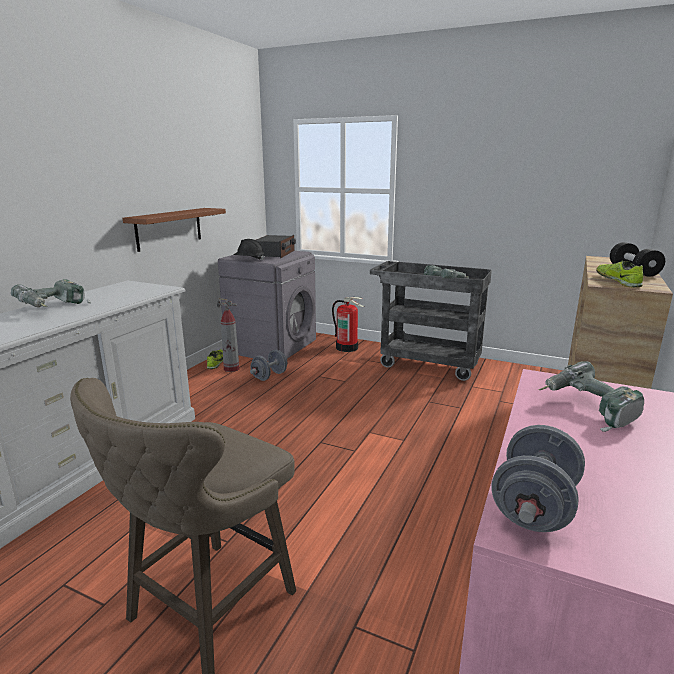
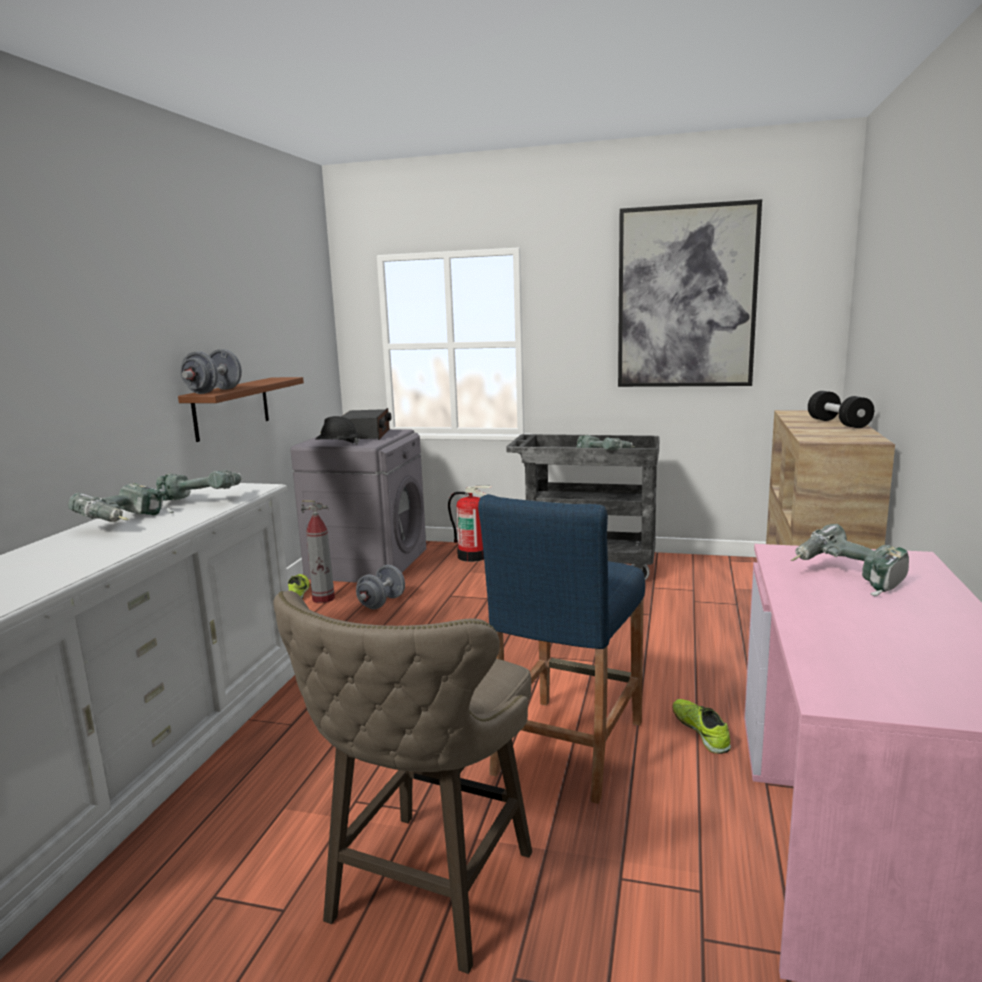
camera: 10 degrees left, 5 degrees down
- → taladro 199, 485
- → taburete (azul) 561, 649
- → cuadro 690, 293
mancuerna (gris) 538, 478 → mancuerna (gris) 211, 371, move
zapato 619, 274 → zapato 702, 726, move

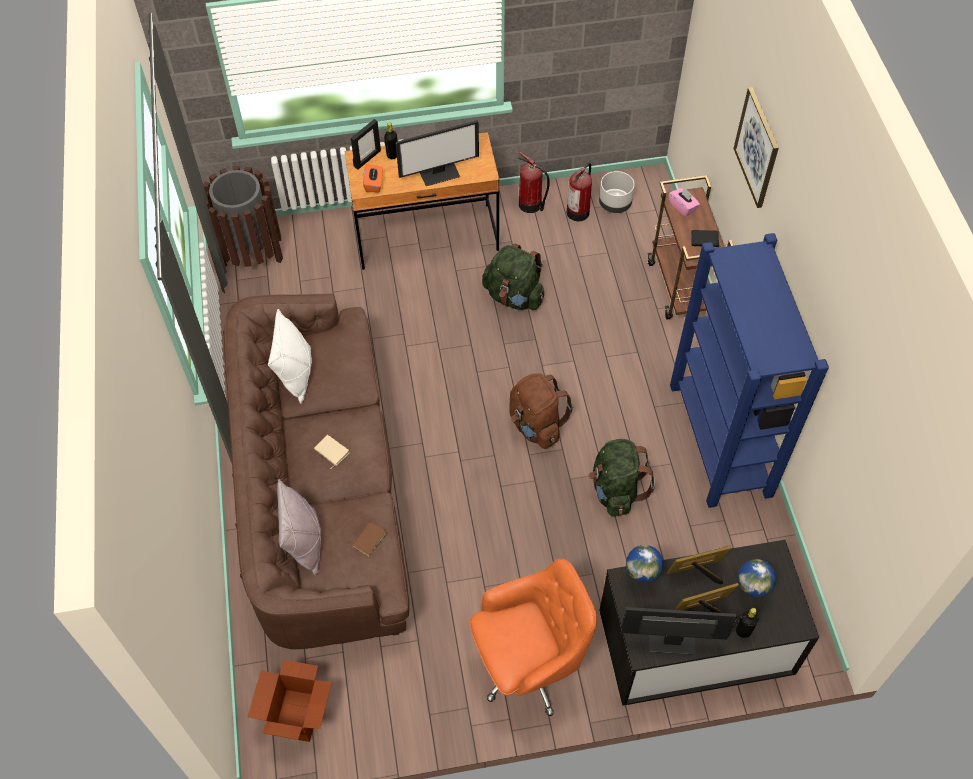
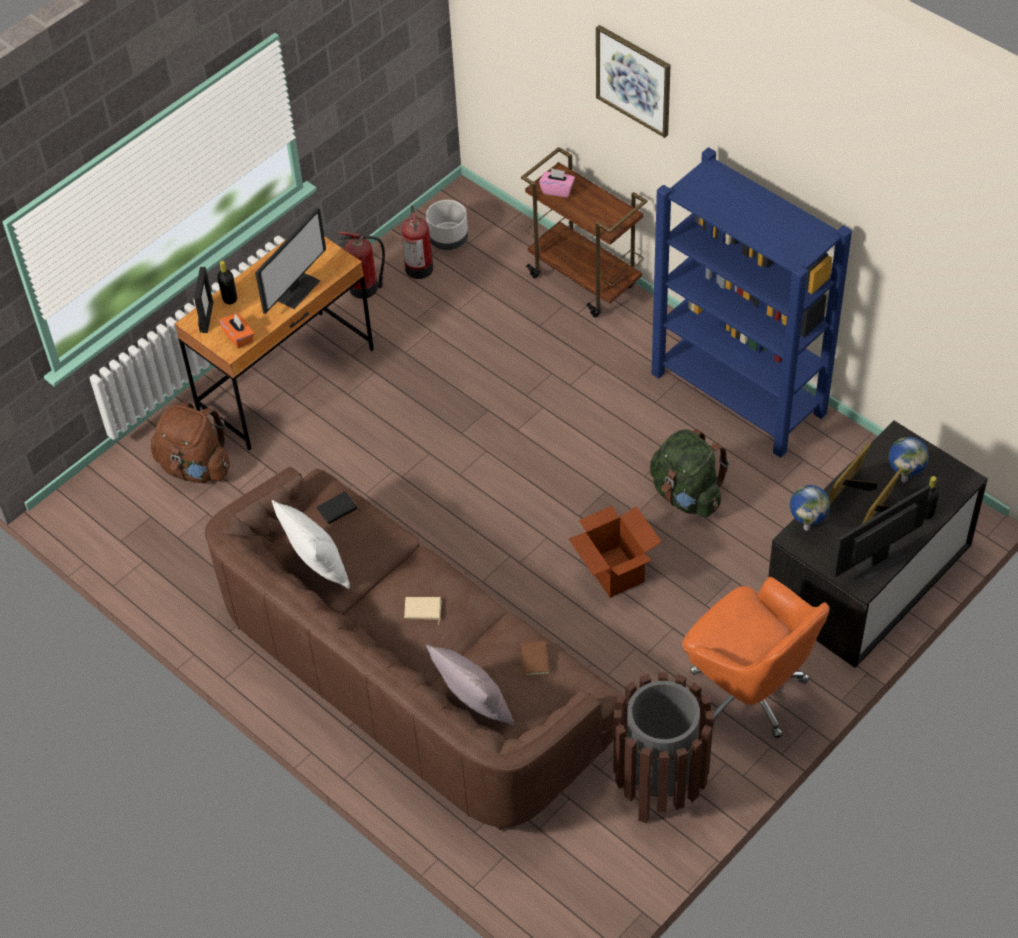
camera: 35 degrees left, 5 degrees down
mochila (verde) 513, 277 → -
papelera (marrón) 243, 216 → papelera (marrón) 663, 748, move
caja de cartón 290, 701 → caja de cartón 614, 552, move
mochila (marrón) 541, 411 → mochila (marrón) 190, 442, move
libro (negro) 706, 239 → libro (negro) 338, 507, move
silla de oficina (naranja) 533, 637 → silla de oficina (naranja) 756, 657, 105 degrees clockwise

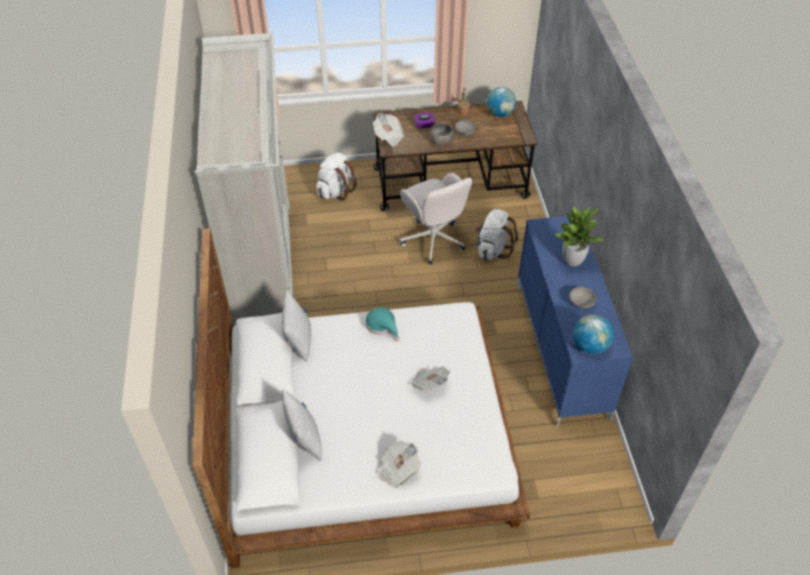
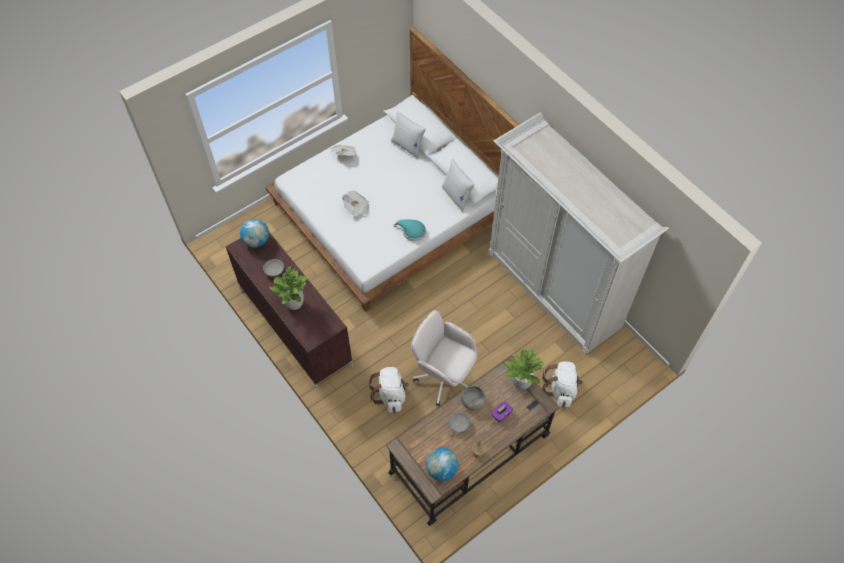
camera: 150 degrees right, 10 degrees up
periódico 389, 130 → planta en maceta 525, 369
cómoda (azul) 575, 321 → cómoda (marrón) 289, 311

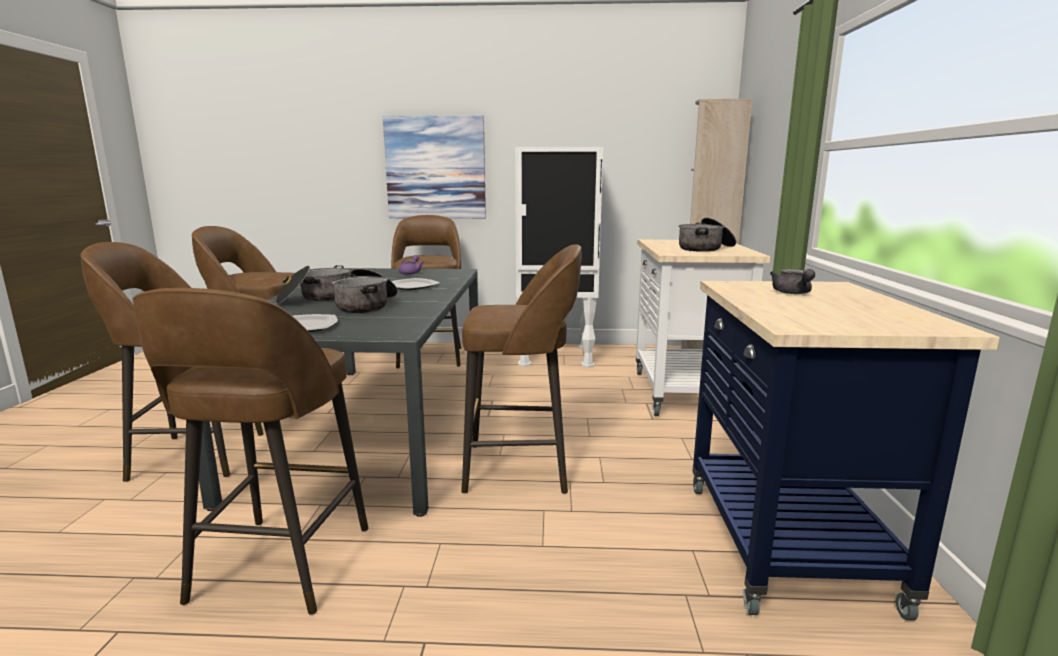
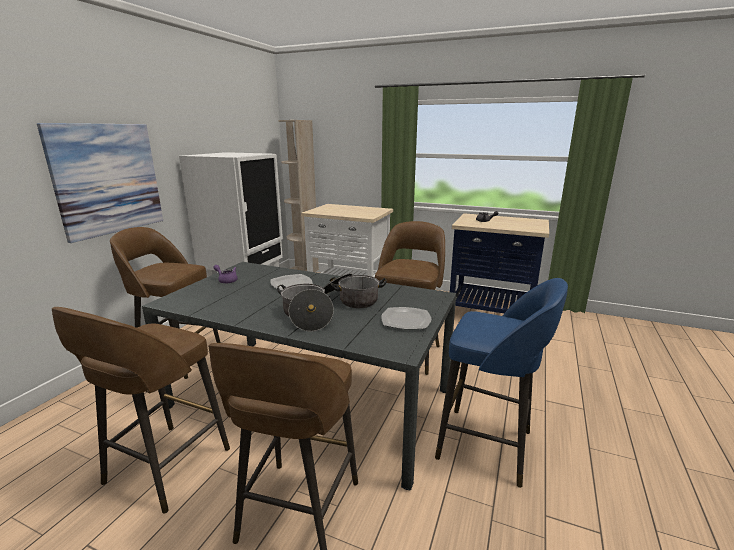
camera: 70 degrees left, 5 degrees up
olla 707, 235 → -
taburete (marrón) 250, 451 → taburete (azul) 501, 383

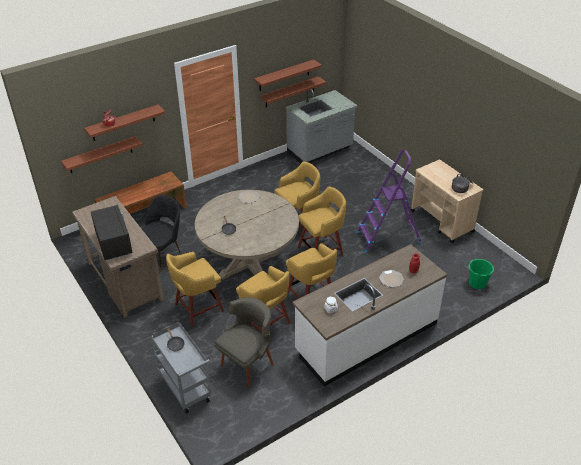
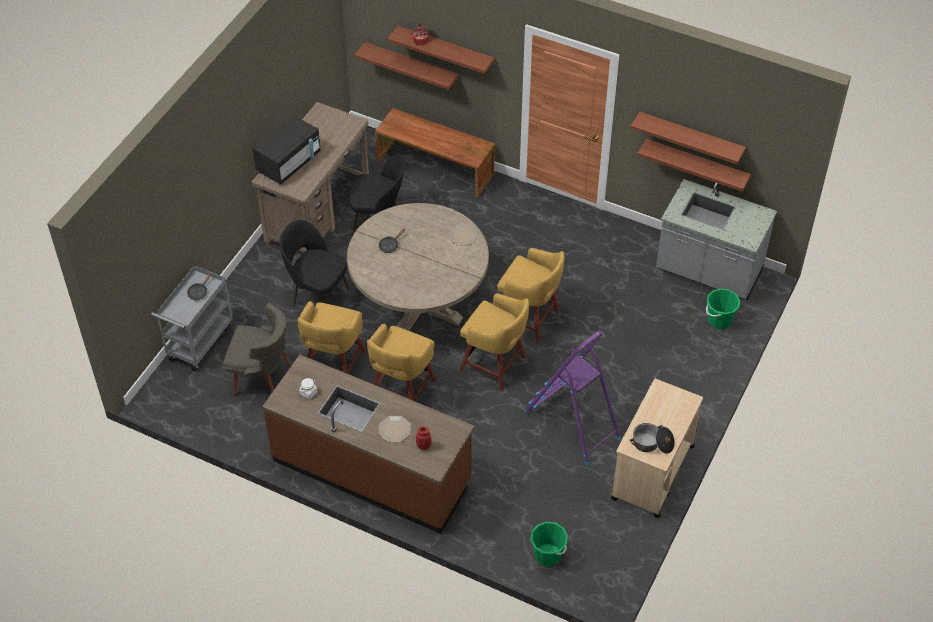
camera: 60 degrees right, 10 degrees up
- → cubo (verde) 723, 308
taburete (amarillo) 195, 289 → silla (negro) 314, 262
mueble bajo de cocina (blanco) 369, 315 → mueble bajo de cocina (marrón) 368, 444

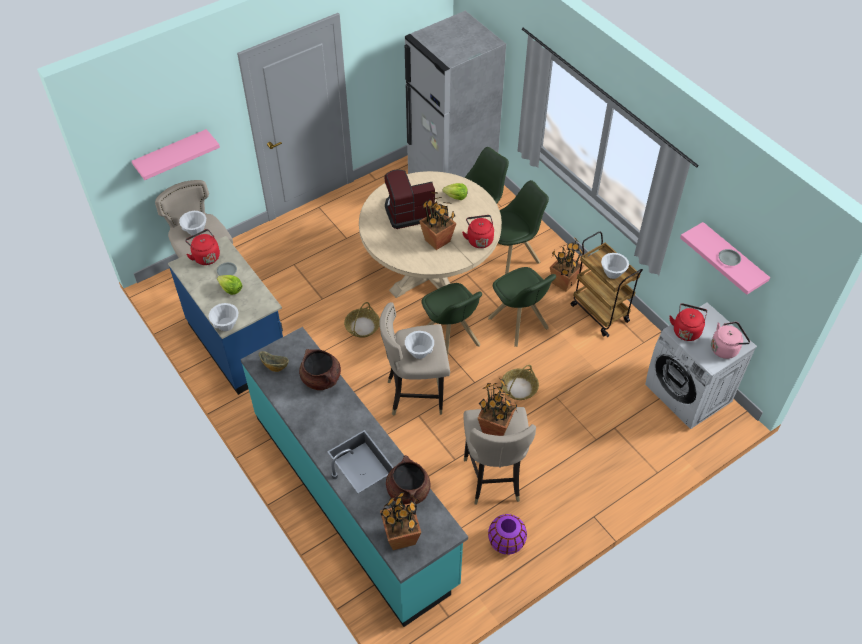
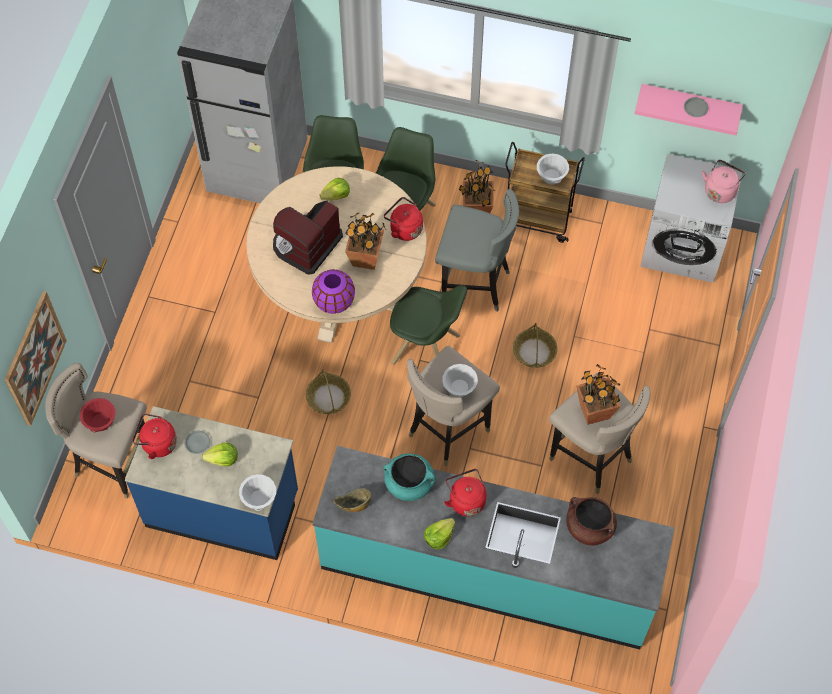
camera: 40 degrees left, 10 degrees up
planta en maceta 400, 521 → -
- → lechuga 439, 533
florero (morado) 507, 534 → florero (morado) 333, 291, move
hervidor (rojo) 689, 322 → hervidor (rojo) 465, 492, move
estante (rosa) 176, 154 → cuadro 35, 358
silla (verde) 522, 307 → taburete (gris) 477, 250
cuenco (blanco) 192, 223 → cuenco (rojo) 97, 415
olla (marrón) 320, 369 → olla (turquesa) 409, 477

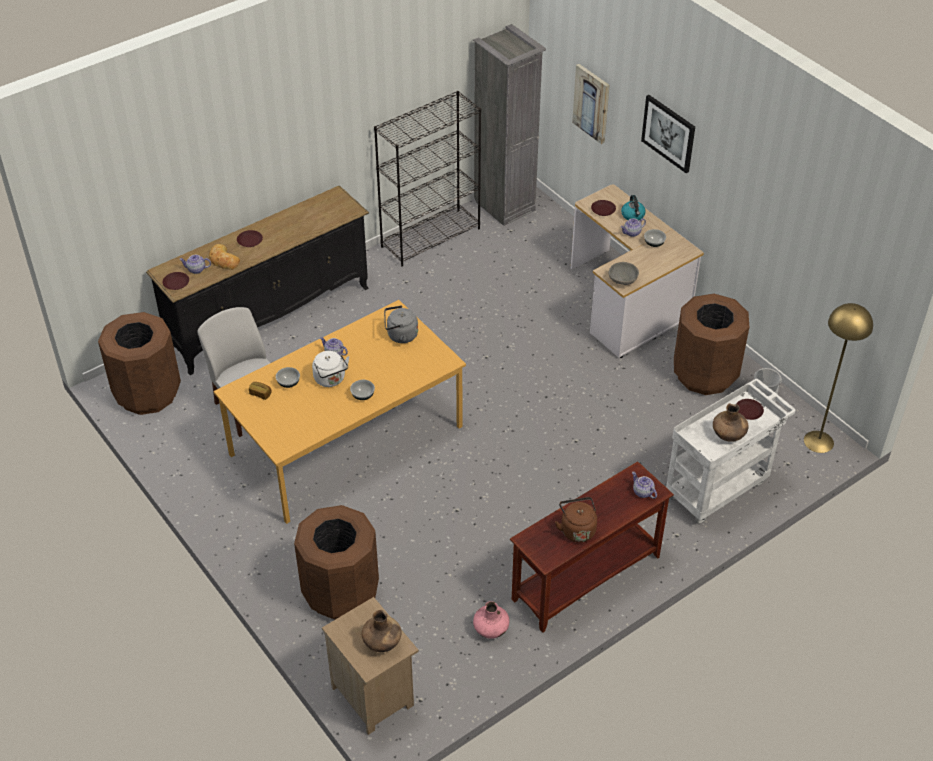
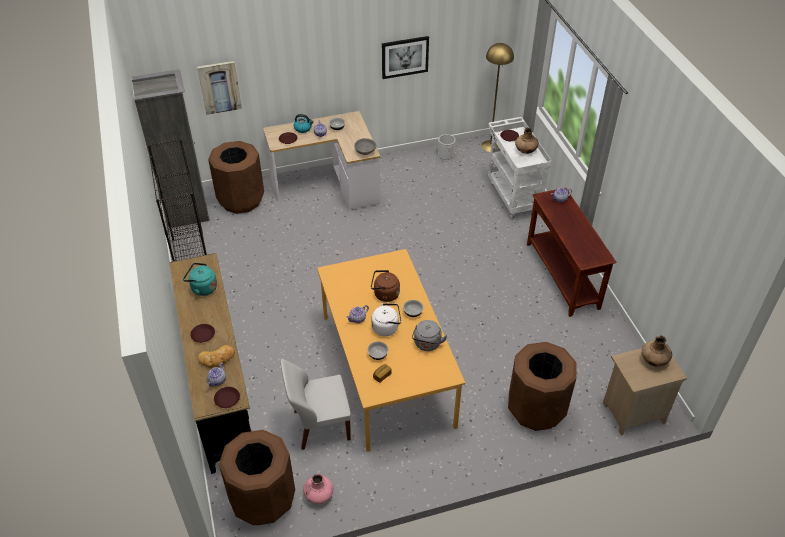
camera: 70 degrees left, 0 degrees up
- → hervidor (turquesa) 200, 279
hervidor (gris) 401, 324 → hervidor (gris) 429, 335, move
florero (rosa) 491, 620 → florero (rosa) 318, 489, move
hervidor (marrón) 576, 520 → hervidor (marrón) 385, 286, move
cuadro 668, 134 → cuadro 405, 57, move
papelera (marrón) 711, 344 → papelera (marrón) 236, 177, move

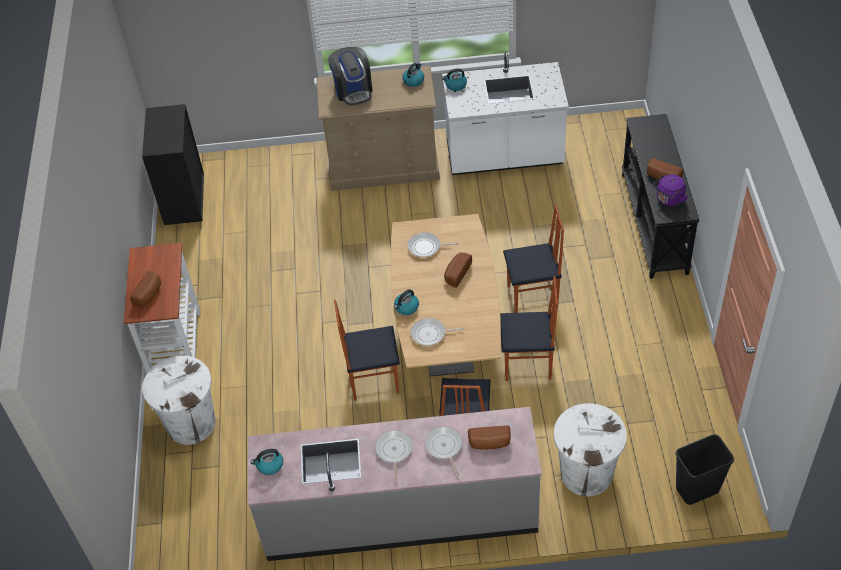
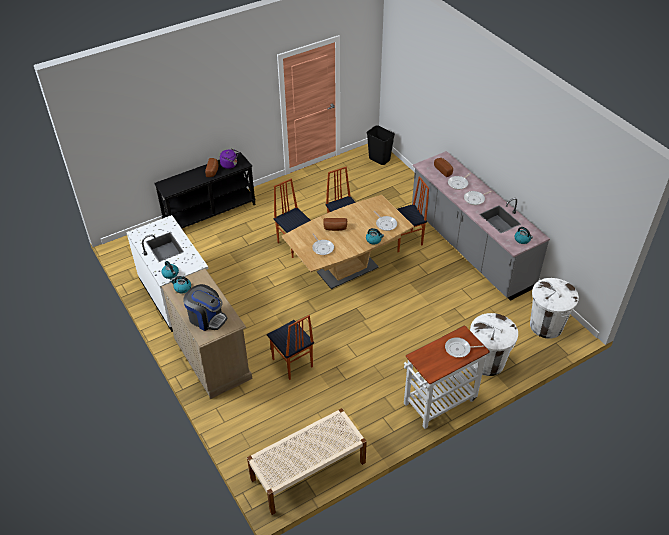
camera: 120 degrees left, 5 degrees down
silla 367, 350 → silla 290, 347, move
papelera (blanco) 590, 449 → papelera (blanco) 554, 308, move
pan 145, 289 → sartén 464, 348
armario (negro) 173, 164 → banco (beis) 307, 461
cafetera 350, 76 → cafetera 205, 307, 75 degrees clockwise

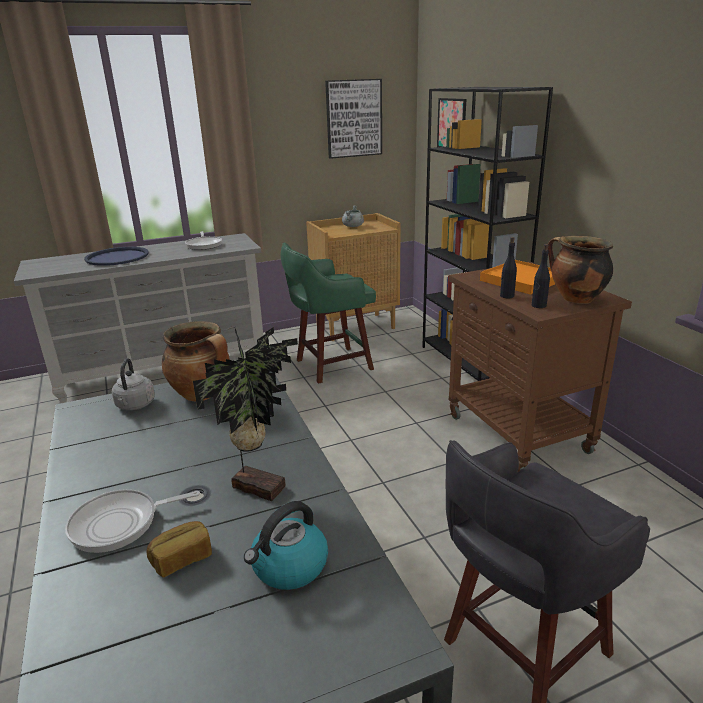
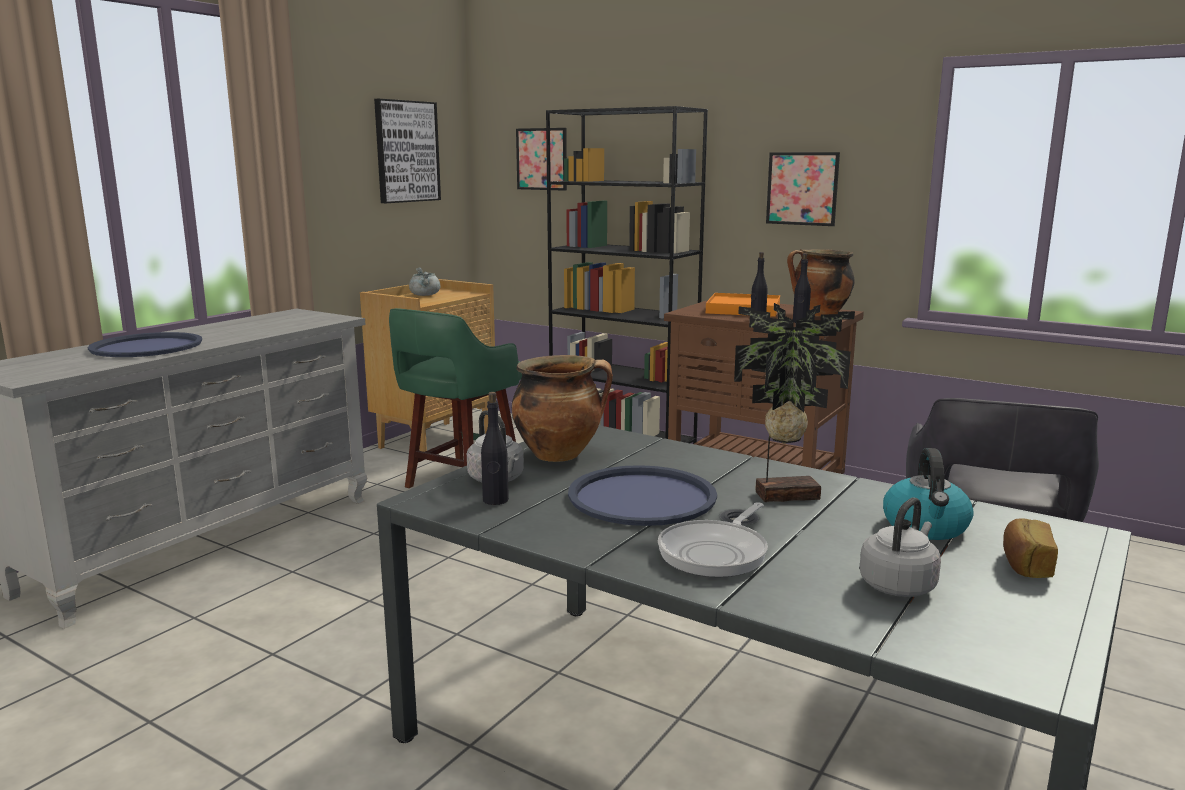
camera: 35 degrees left, 10 degrees down
sartén 203, 240 → -
- → botella (negro) 495, 448
- → bandeja (azul) 642, 495
- → cuadro 803, 189
- → hervidor (gris) 900, 547
pan 179, 549 → pan 1030, 548, move

